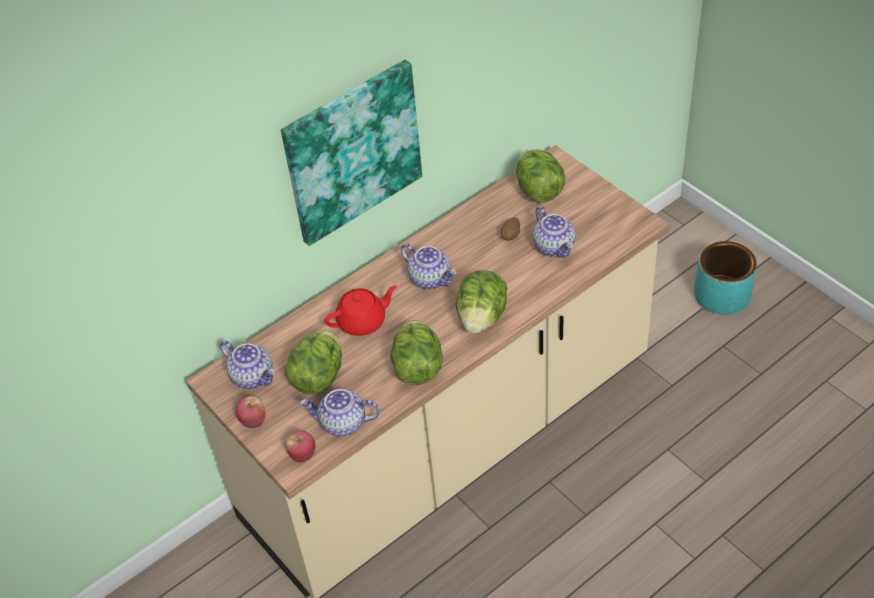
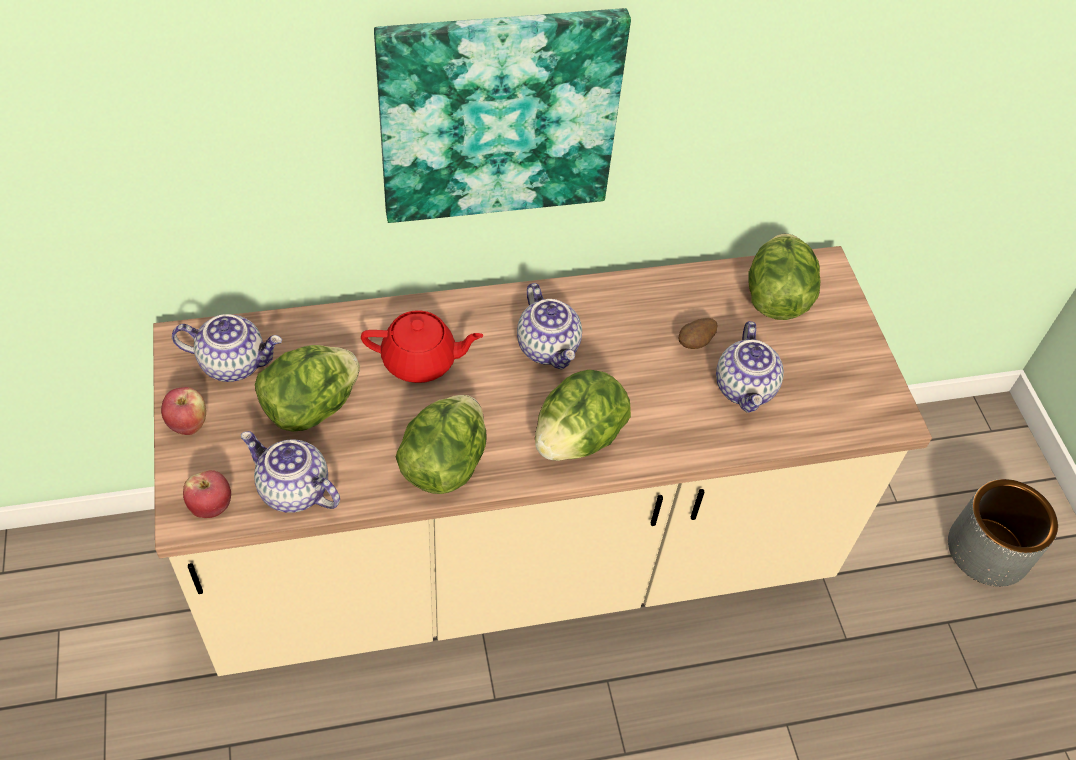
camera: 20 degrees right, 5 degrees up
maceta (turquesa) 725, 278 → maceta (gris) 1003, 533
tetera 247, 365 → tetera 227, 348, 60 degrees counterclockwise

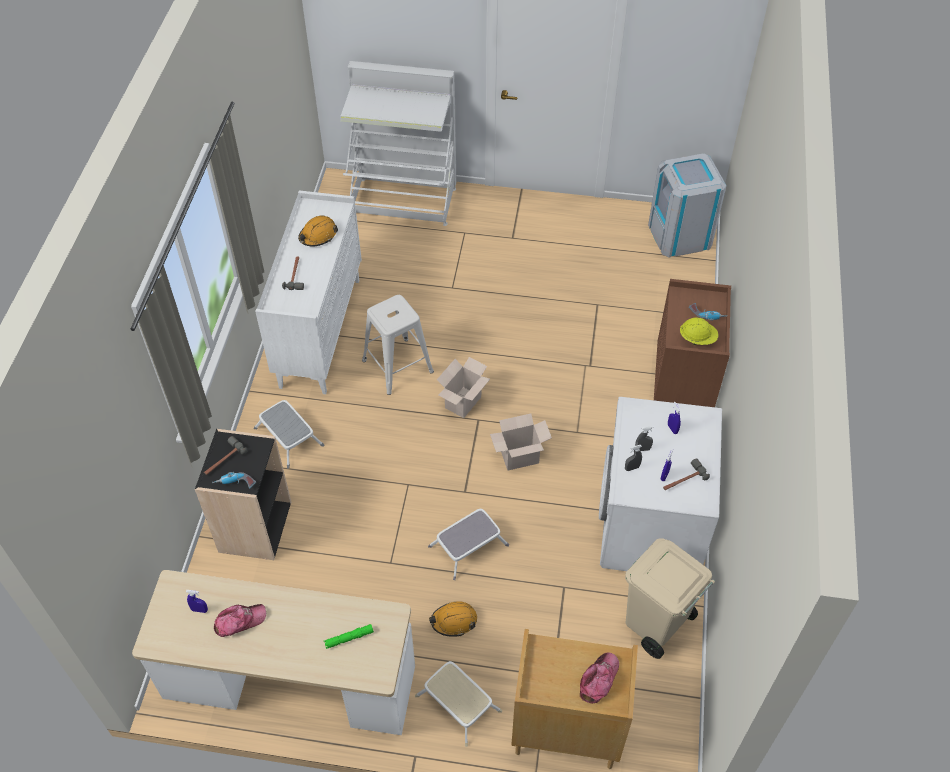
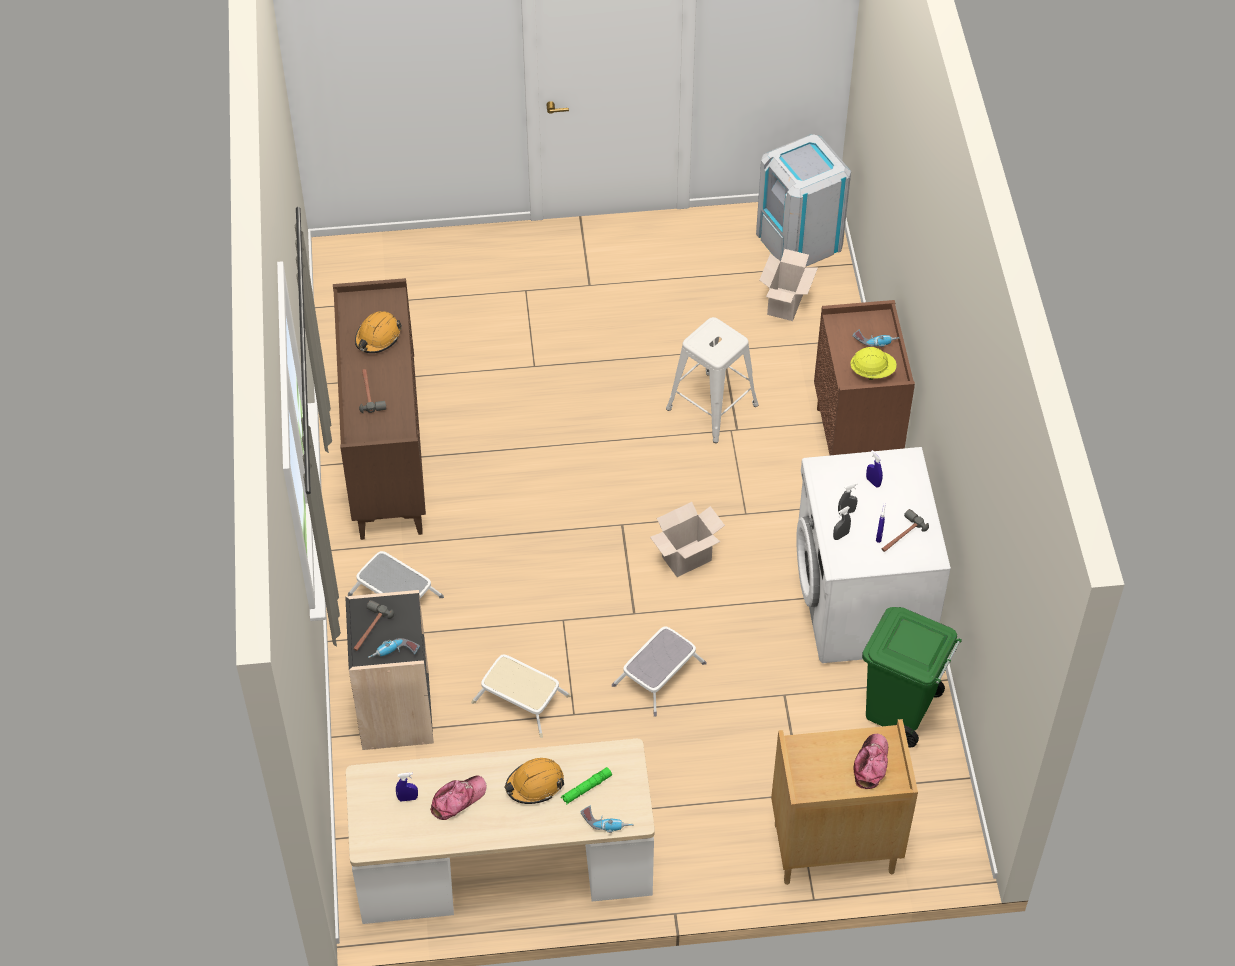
camera: 15 degrees left, 0 degrees up
zapatero (blanco) 399, 143 → -
- → taladro 607, 819
taburete (blanco) 398, 345 → taburete (blanco) 712, 380, move
escalera de tijera (beis) 458, 704 → escalera de tijera (beis) 521, 696, move
casco (naranja) 453, 619 → casco (naranja) 534, 781, move
caja de cartón 463, 387 → caja de cartón 789, 285, move
cómoda (blanco) 308, 292 → cómoda (marrón) 379, 409
papelera (beis) 670, 598 → papelera (verde) 912, 677

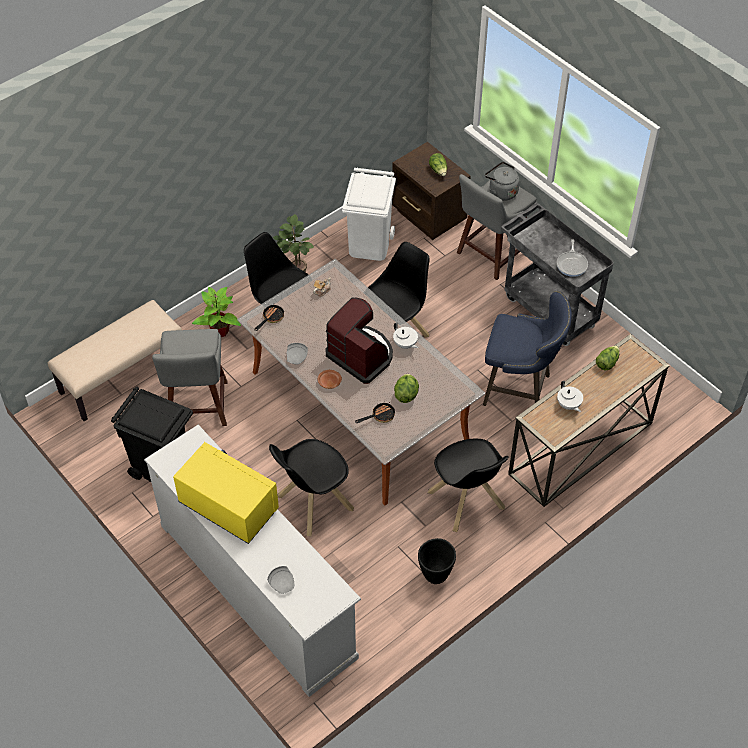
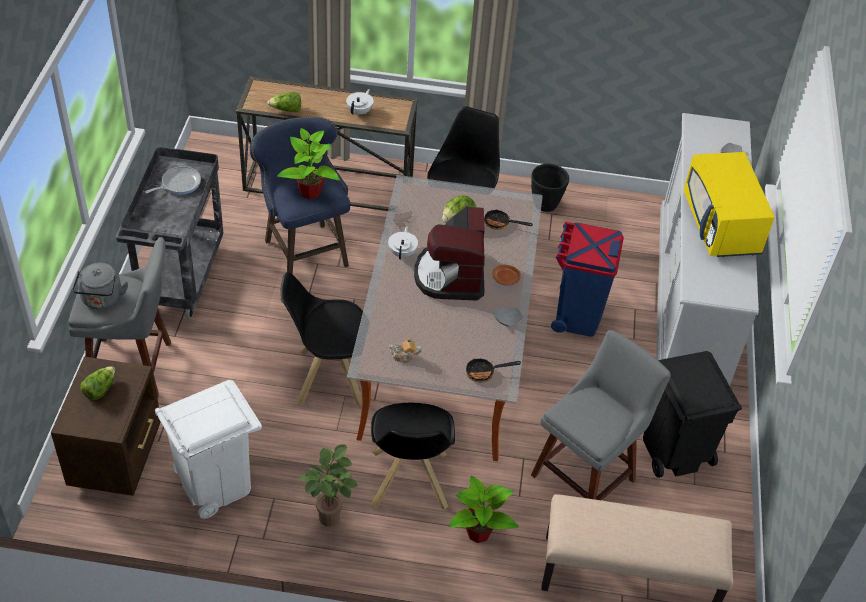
camera: 135 degrees left, 5 degrees down
- → planta en maceta 308, 163
silla (negro) 311, 487 → papelera (azul) 587, 279

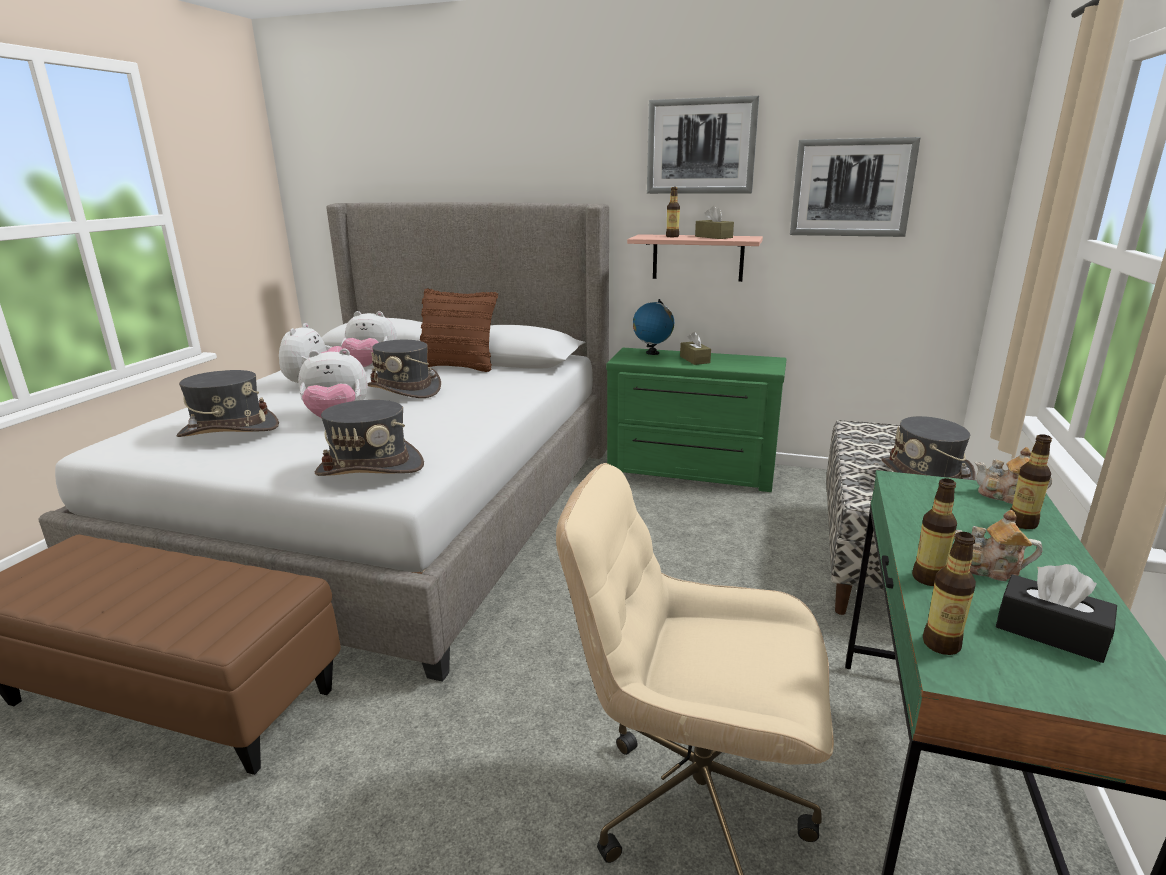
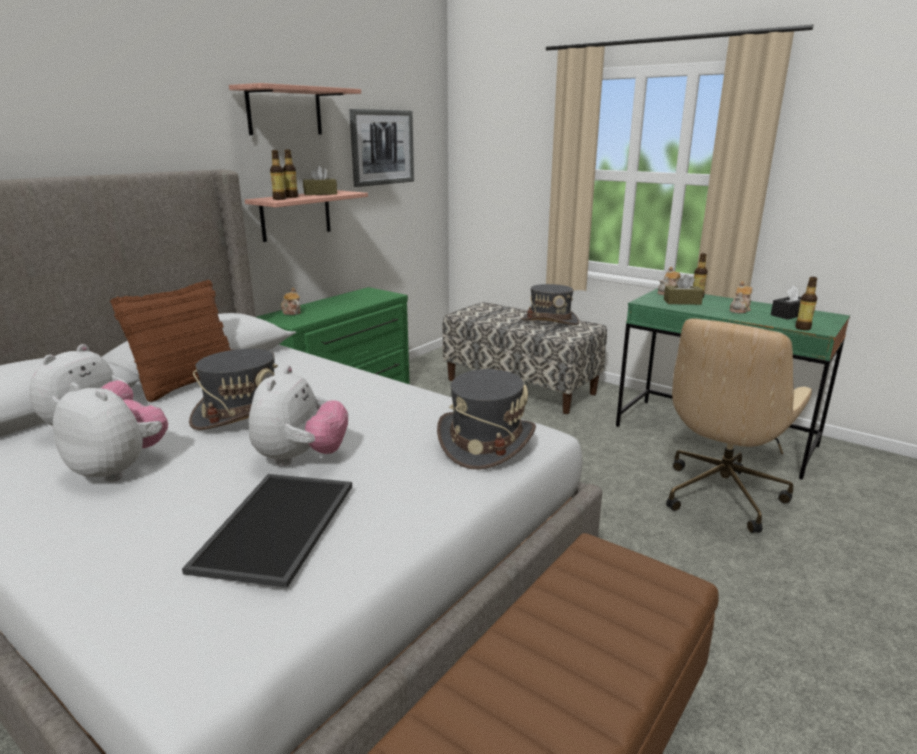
camera: 70 degrees left, 0 degrees up
caja de pañuelos (marrón) 695, 348 → caja de pañuelos (marrón) 684, 289, move
botella 934, 532 → botella 278, 175, move
sombrero (gris) 227, 403 → bandeja 267, 531
globo terráqueo 653, 327 → tetera 291, 301
cuadro 703, 145 → estante 295, 109

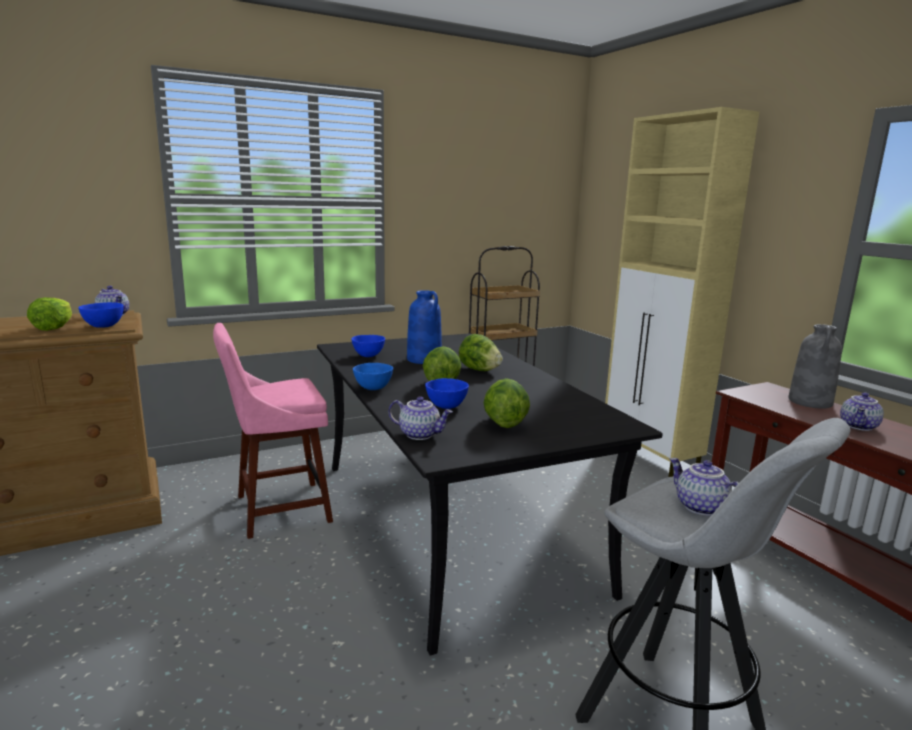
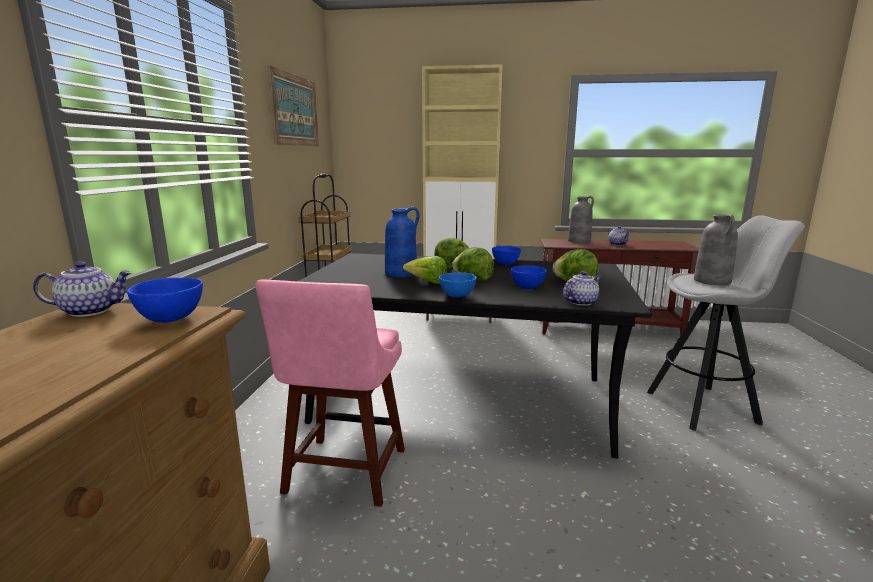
camera: 55 degrees left, 0 degrees up
- → cuadro 293, 105
lechuga 49, 314 → lechuga 425, 270, move
cuenco (azul) 368, 346 → cuenco (azul) 506, 255, move
tetera 704, 487 → florero (gris) 716, 249

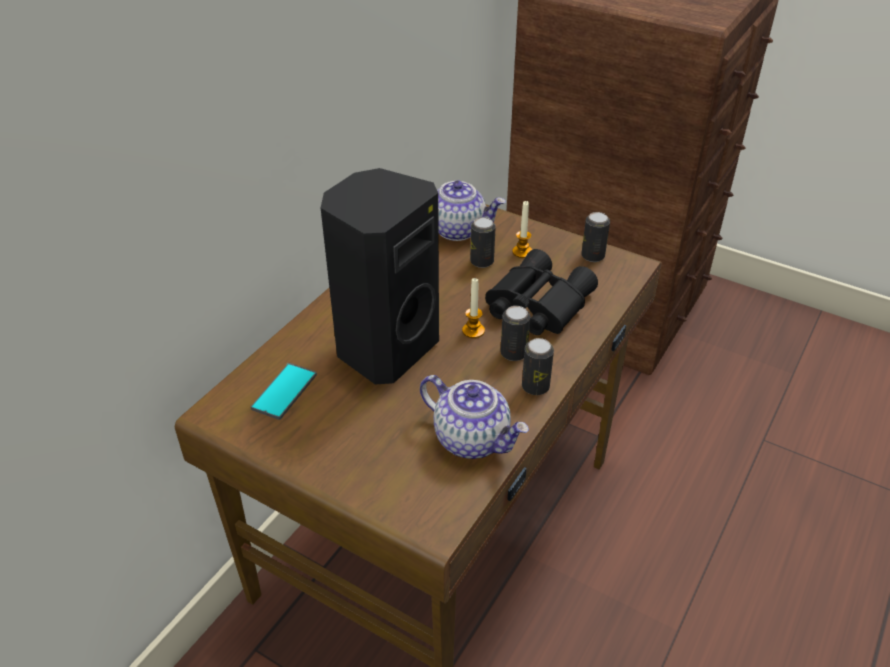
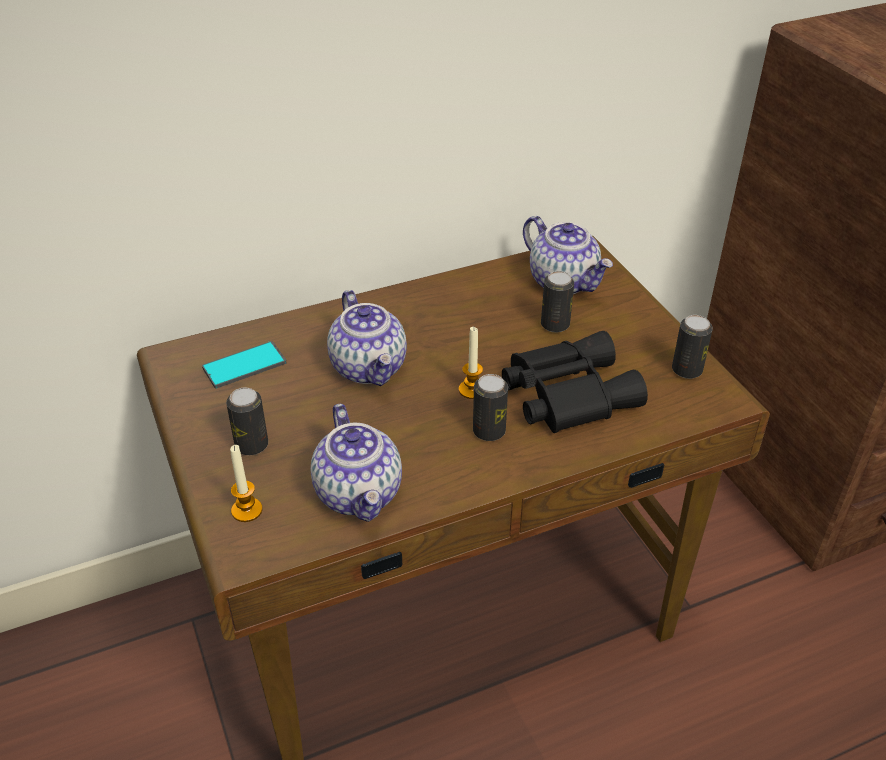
camera: 35 degrees right, 0 degrees up
vela 522, 229 → vela 246, 483, move
lata 538, 366 → lata 247, 421, move
altavoz (negro) 380, 276 → tetera 367, 338

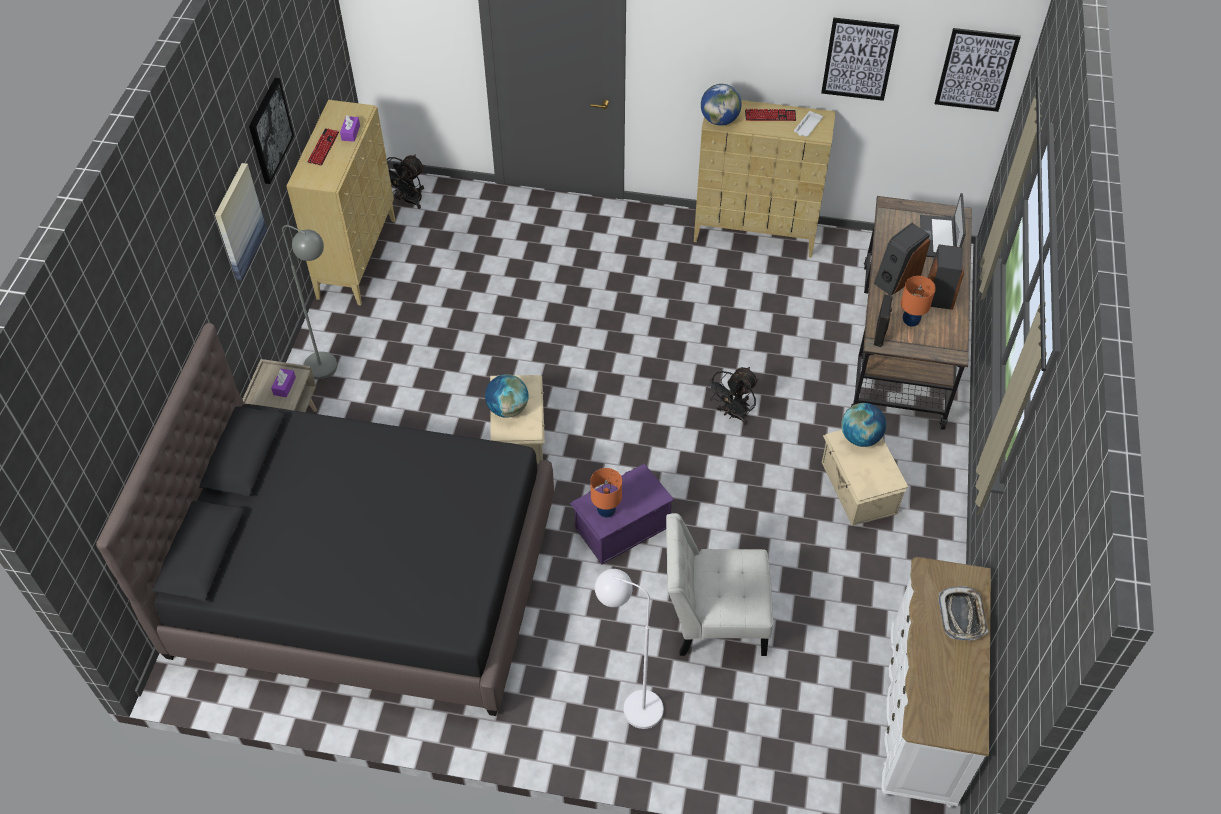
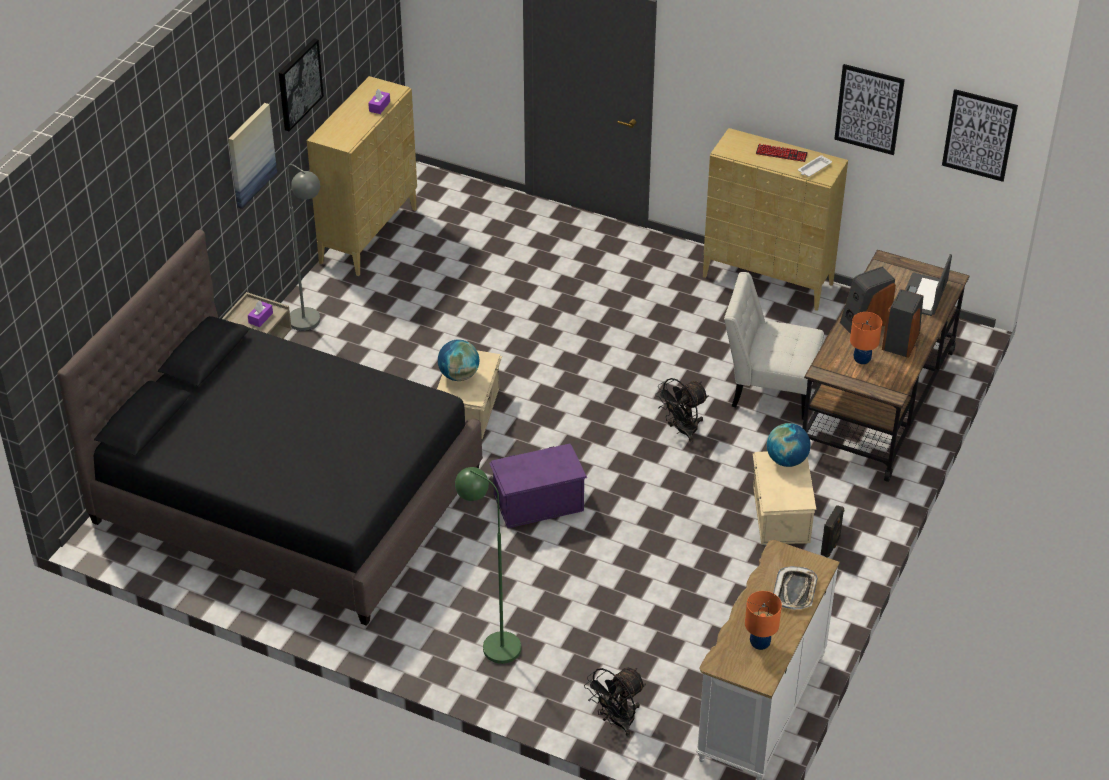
camera: 15 degrees right, 10 degrees down
teclado 323, 147 → -
globo terráqueo 721, 105 → -
ventilador (negro) 406, 181 → ventilador (negro) 615, 701, move
lámpara de mesa (naranja) 606, 493 → lámpara de mesa (naranja) 763, 620, move
silla (blanco) 719, 584 → silla (blanco) 774, 346, move
altavoz (negro) 883, 320 → altavoz (negro) 832, 531, move
lámpara de pie (blanco) 629, 649 → lámpara de pie (verde) 488, 565

